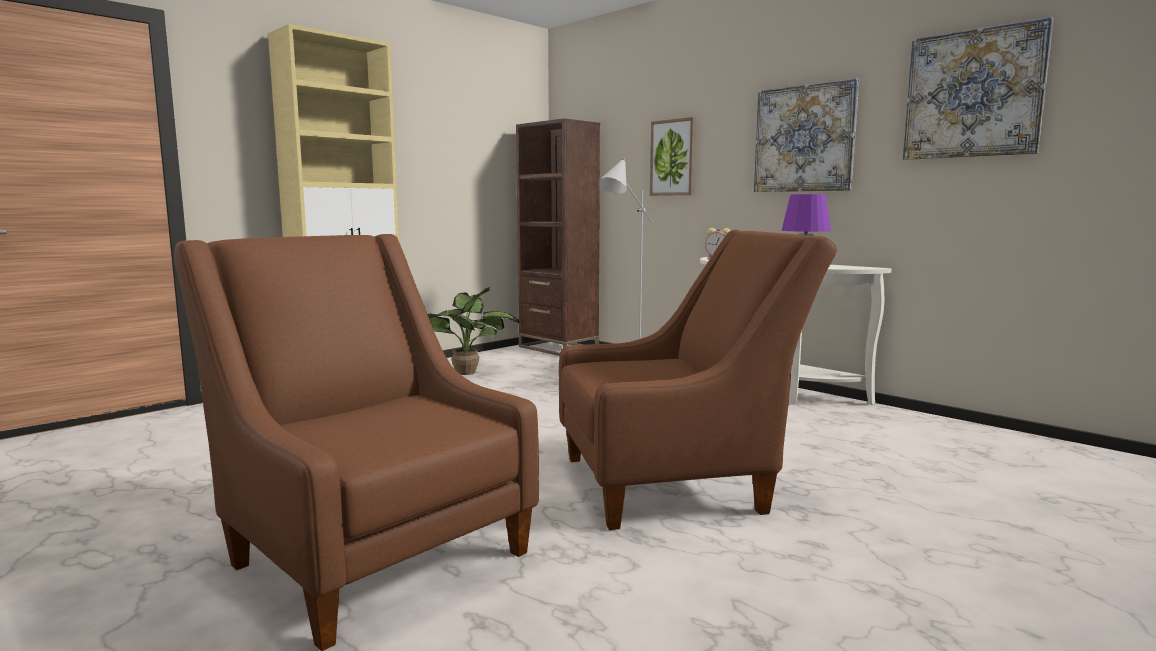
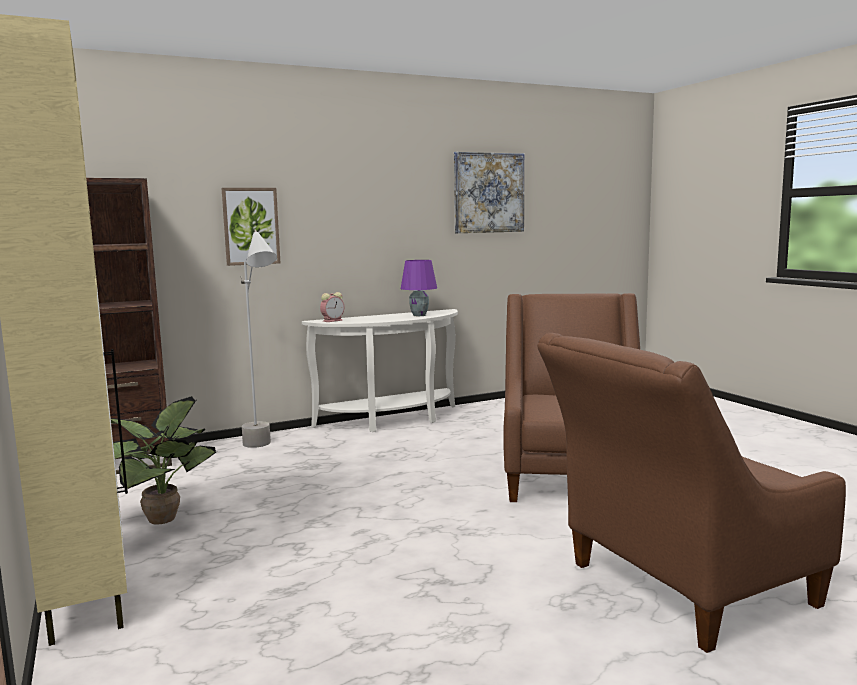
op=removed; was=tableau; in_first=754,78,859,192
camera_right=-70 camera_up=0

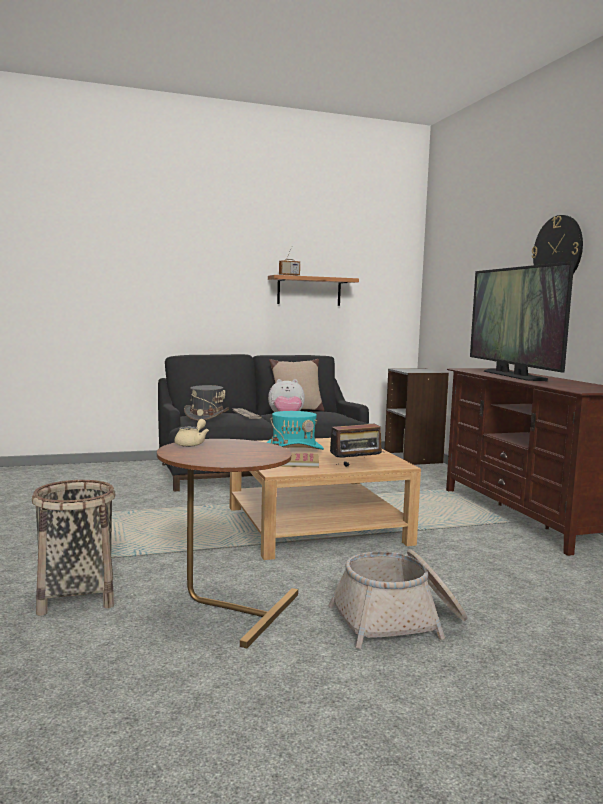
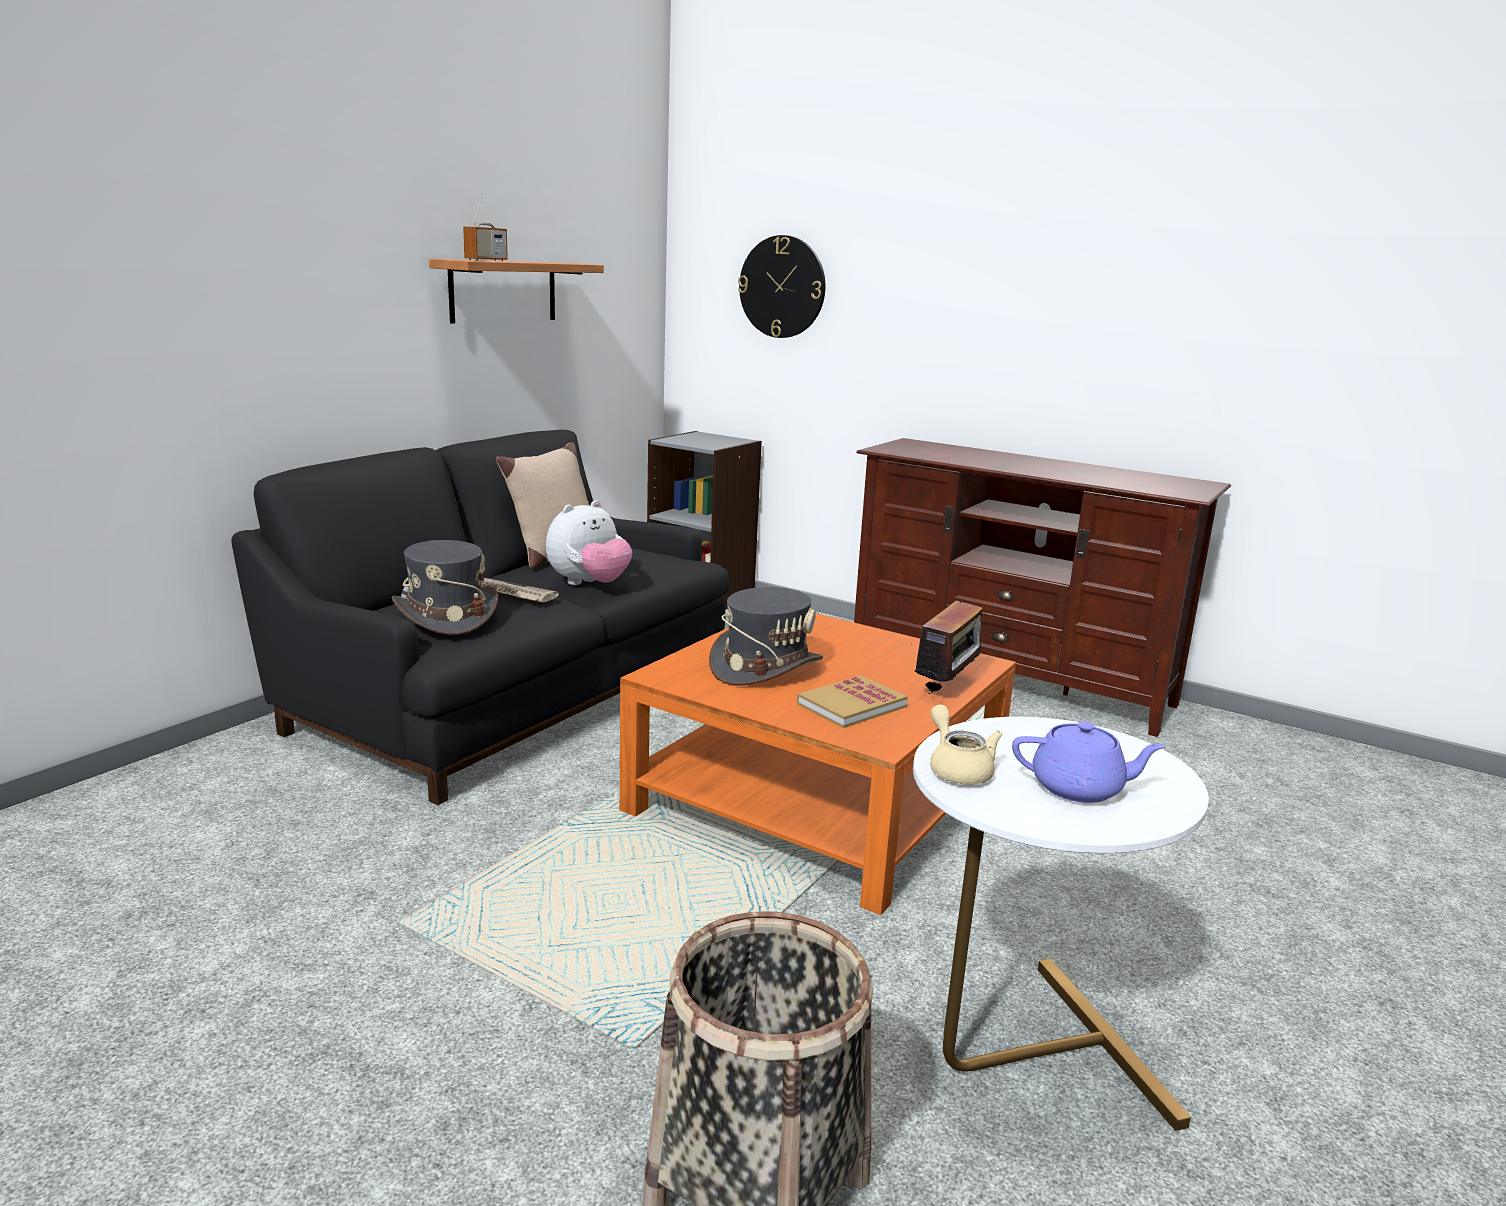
op=recoloured; was=table d'appoint (marron); now=table d'appoint (blanc); in_first=157,439,298,648; in_second=913,717,1209,1131
op=recoloured; was=table basse (beige); now=table basse (orange); in_first=230,438,421,560; in_second=620,613,1016,915
op=recoloured; was=chapeau (turquoise); now=chapeau (gris); in_first=266,411,324,450; in_second=709,587,823,686
op=removed; was=panier; in_first=328,549,467,649
op=removed; was=téléviseur; in_first=470,262,574,381
op=moved; was=horloge murale; in_first=532,215,583,274; in_second=738,235,825,338
op=added; now=théière (violet); in_second=1012,721,1166,803
camera_right=-40 camera_up=10

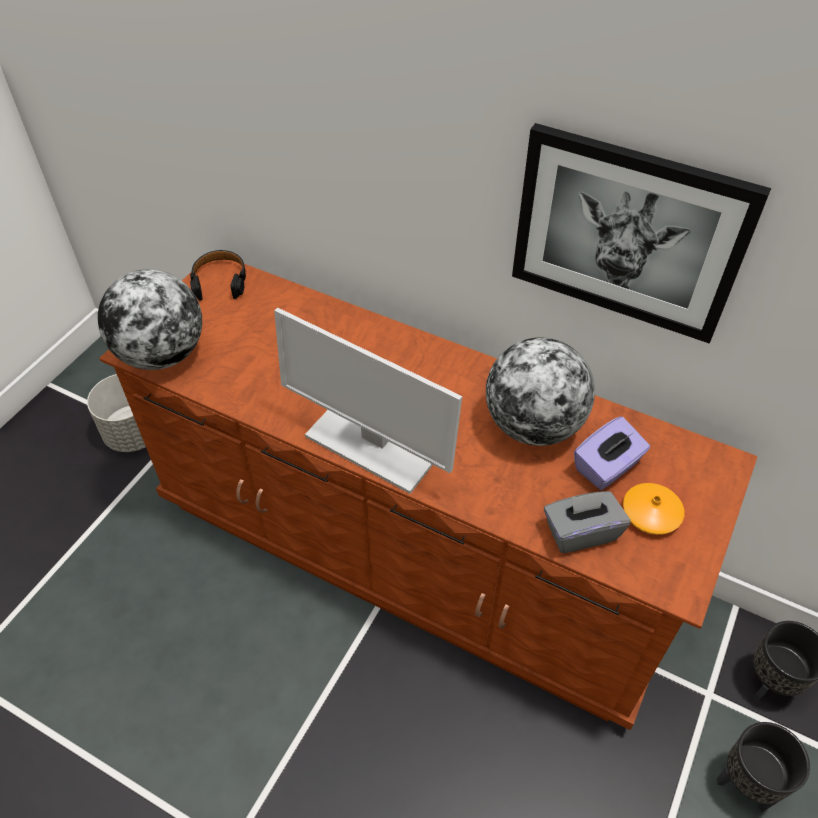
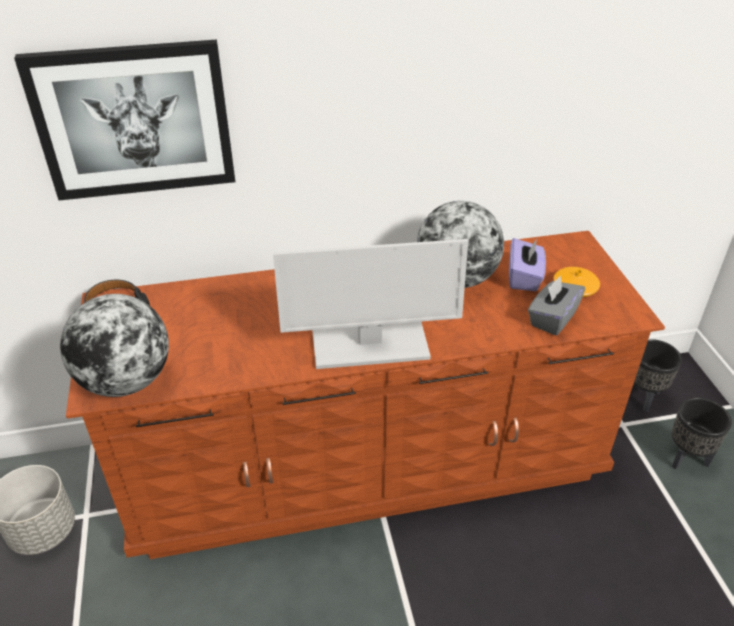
op=moved; was=tableau; in_first=512,123,771,344; in_second=14,40,235,200
camera_right=-40 camera_up=-10

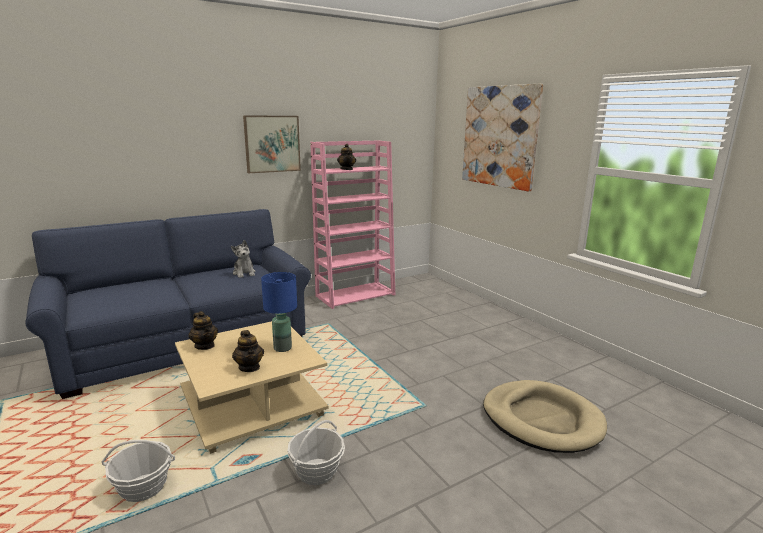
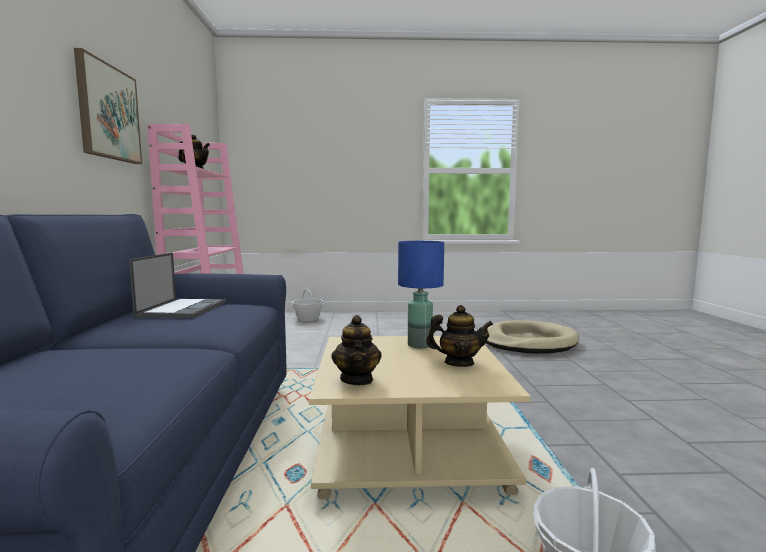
op=turned; was=théière; in_first=189,311,218,350; in_second=331,315,382,385; clockwise=90
op=replaced; was=peluche; now=ordinateur portable; in_first=231,240,256,278; in_second=129,253,226,318
op=moved; was=panier; in_first=288,420,345,485; in_second=292,289,324,321
op=removed; was=tableau; in_first=462,84,543,191
camera_right=-60 camera_up=-10

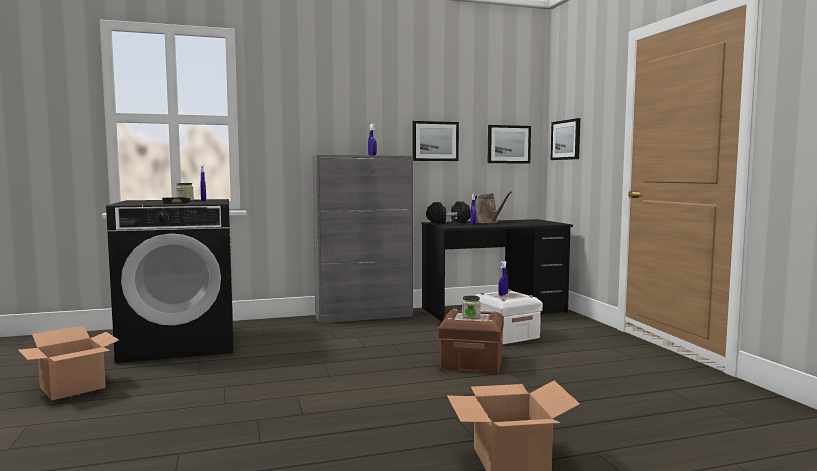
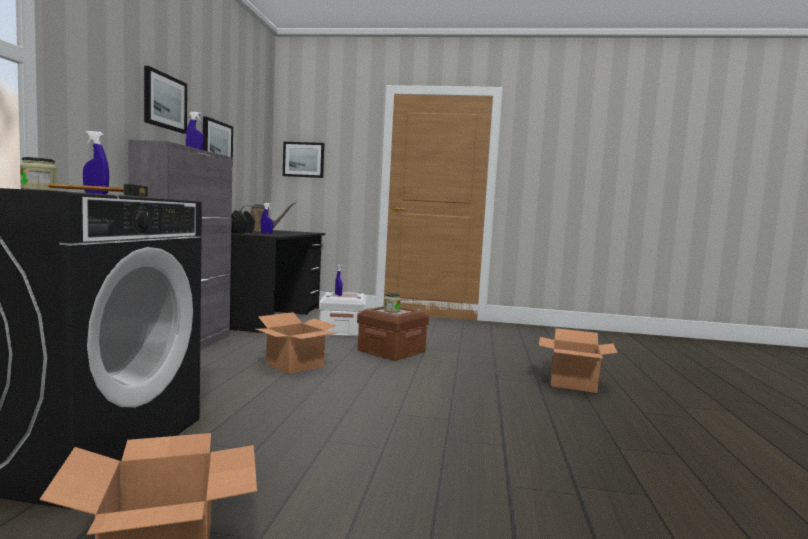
op=moved; was=tableau; in_first=488,125,531,163; in_second=144,66,187,134
op=added; now=carton; in_second=256,312,337,374
camera_right=-65 camera_up=0

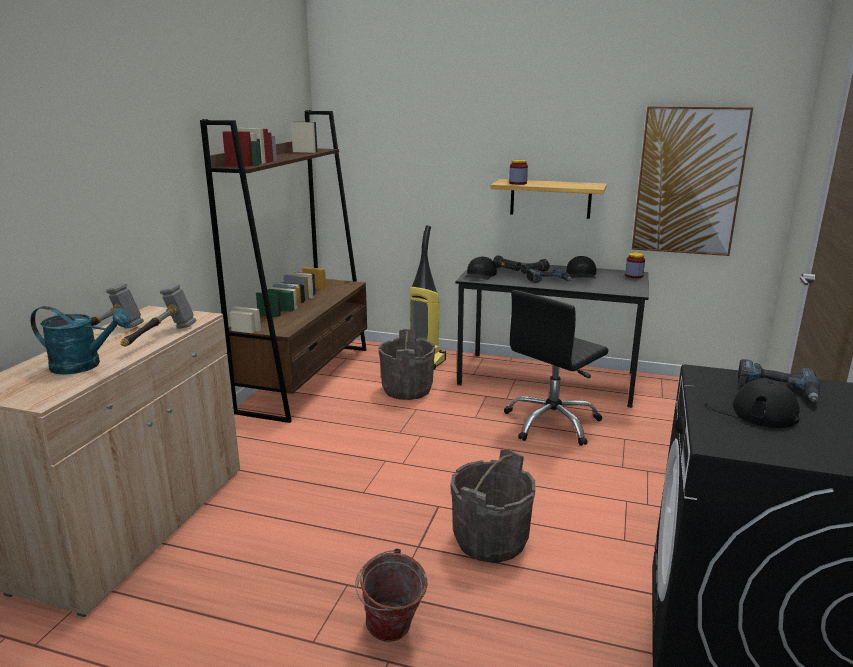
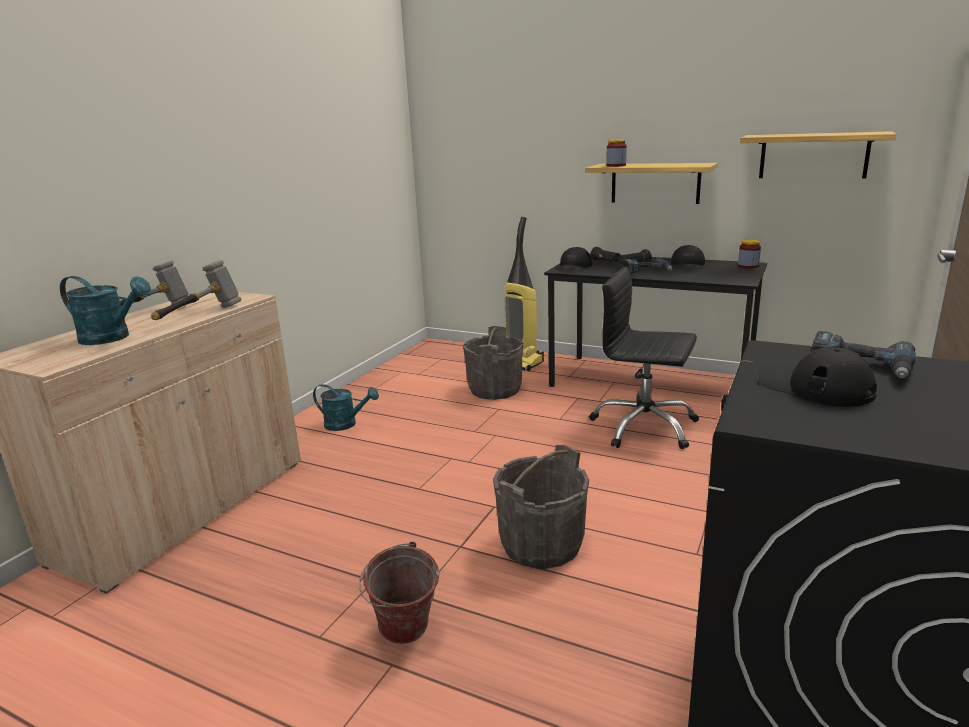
op=removed; was=bibliothèque (marron); in_first=200,110,367,423
op=turned; was=chaise de bureau (noir); in_first=504,290,608,446; in_second=589,267,699,449; clockwise=60
op=replaced; was=tableau; now=étagère; in_first=632,106,753,256; in_second=740,131,897,178
op=added; now=arrosoir (turquoise); in_second=313,384,379,431
camera_right=10 camera_up=0

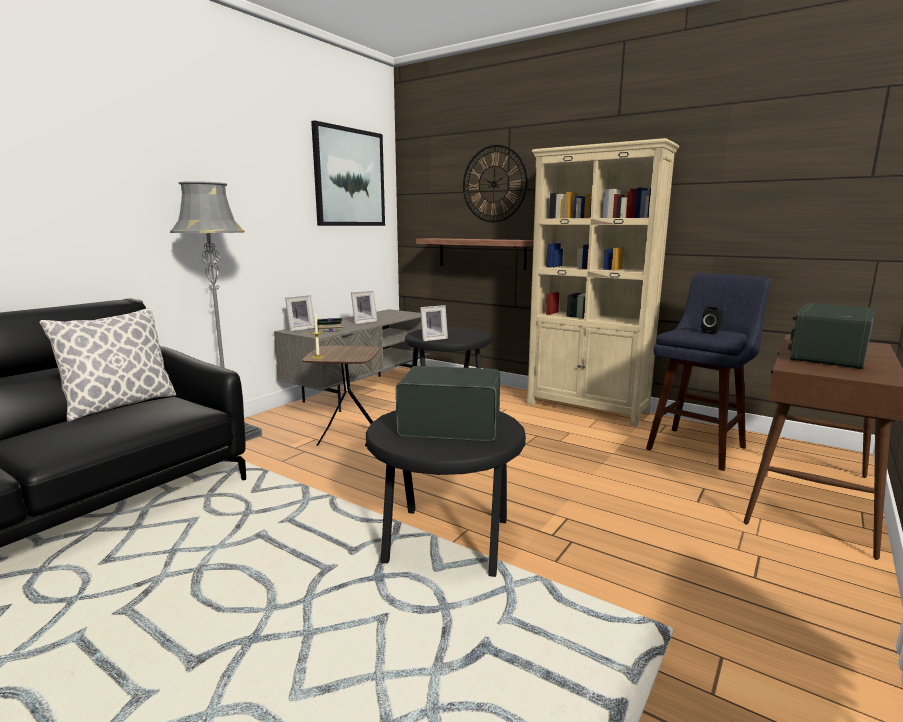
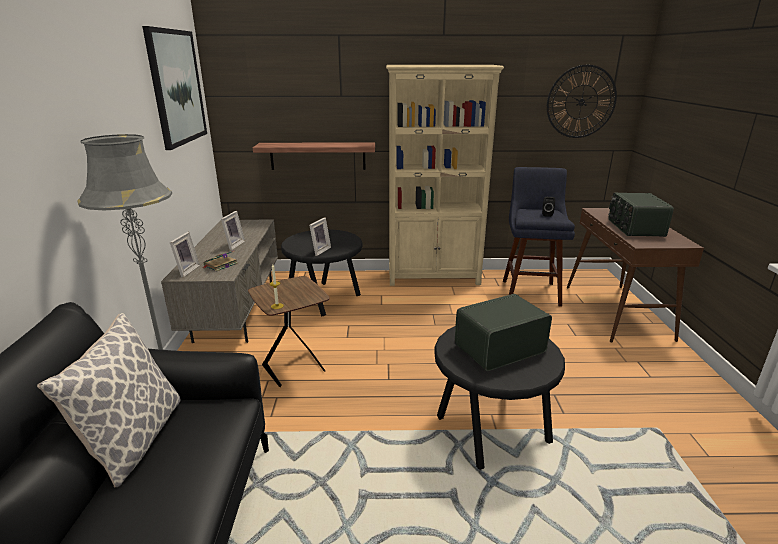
op=moved; was=horloge murale; in_first=463,145,528,222; in_second=547,65,617,138
camera_right=-35 camera_up=10

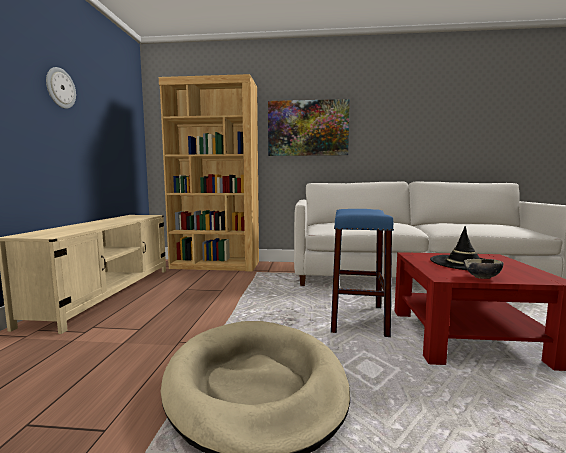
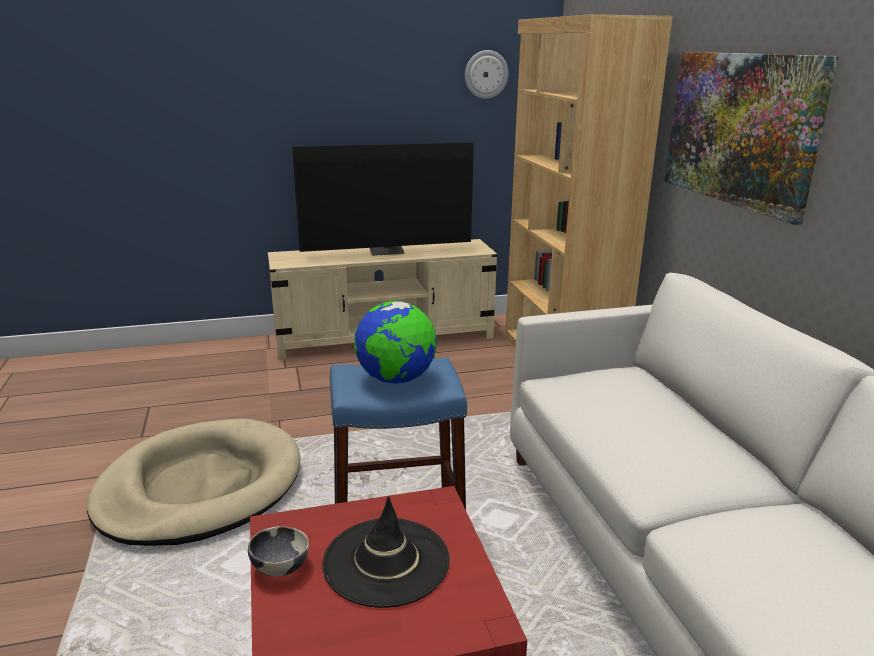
op=moved; was=horloge murale; in_first=46,67,76,109; in_second=465,50,508,99
op=added; now=téléviseur; in_second=292,142,474,256
op=added; now=globe; in_second=354,301,437,384
camera_right=70 camera_up=15

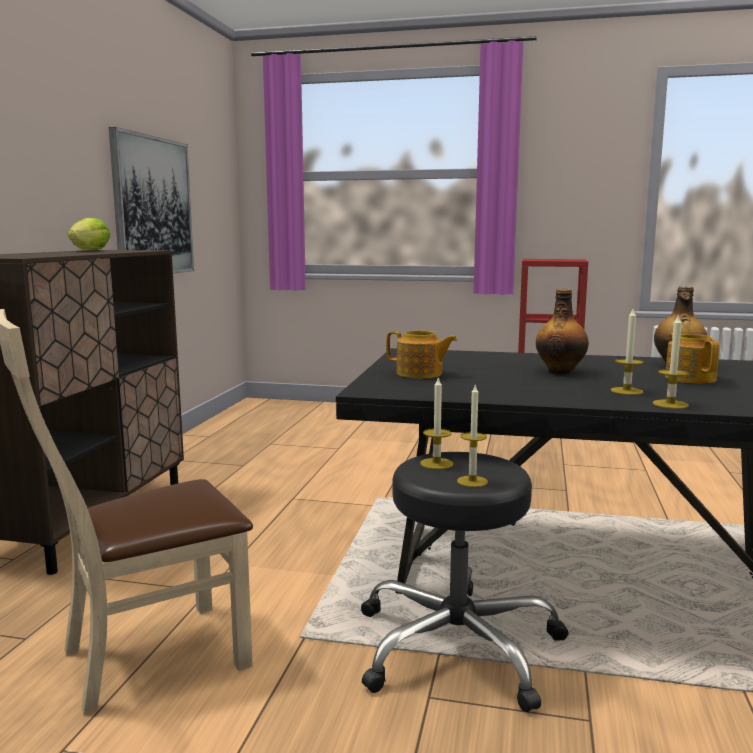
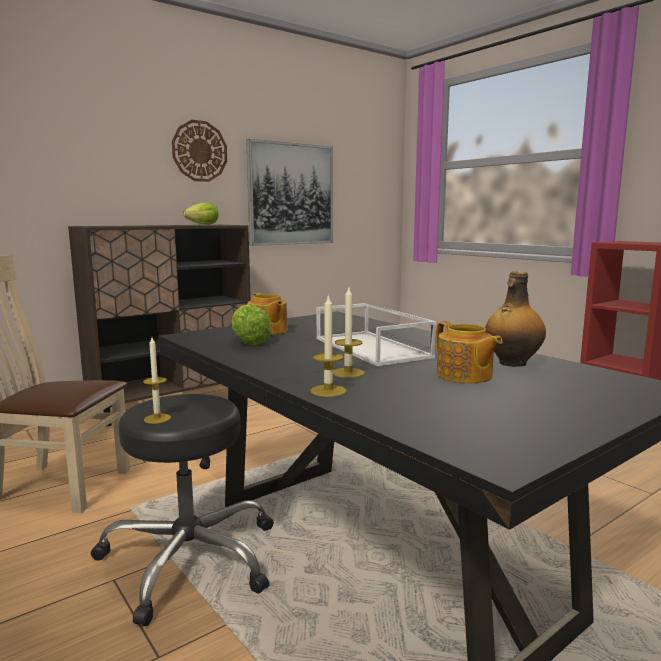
op=removed; was=bougie; in_first=420,376,453,469
op=replaced; was=bouteille; now=plateau (blanc); in_first=536,289,589,374; in_second=316,303,436,367
op=turned; was=théière; in_first=665,332,720,384; in_second=436,321,502,384; clockwise=120
op=added; now=horloge murale; in_second=172,120,227,182
op=added; now=laitue; in_second=232,304,271,345
camera_right=40 camera_up=0

